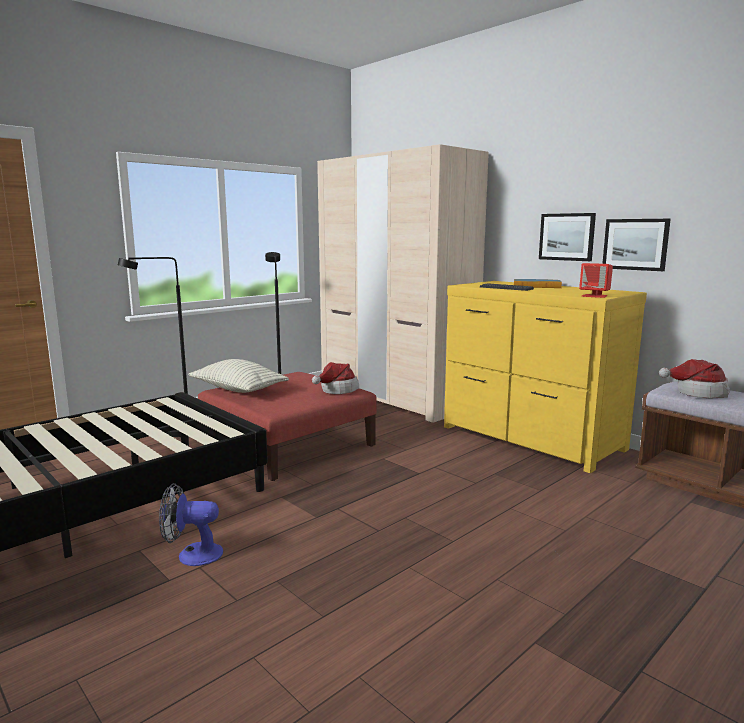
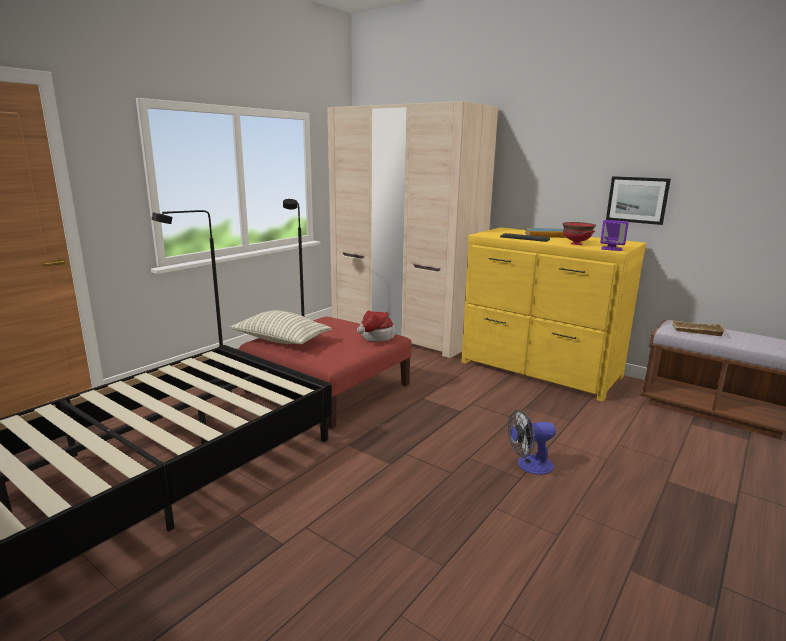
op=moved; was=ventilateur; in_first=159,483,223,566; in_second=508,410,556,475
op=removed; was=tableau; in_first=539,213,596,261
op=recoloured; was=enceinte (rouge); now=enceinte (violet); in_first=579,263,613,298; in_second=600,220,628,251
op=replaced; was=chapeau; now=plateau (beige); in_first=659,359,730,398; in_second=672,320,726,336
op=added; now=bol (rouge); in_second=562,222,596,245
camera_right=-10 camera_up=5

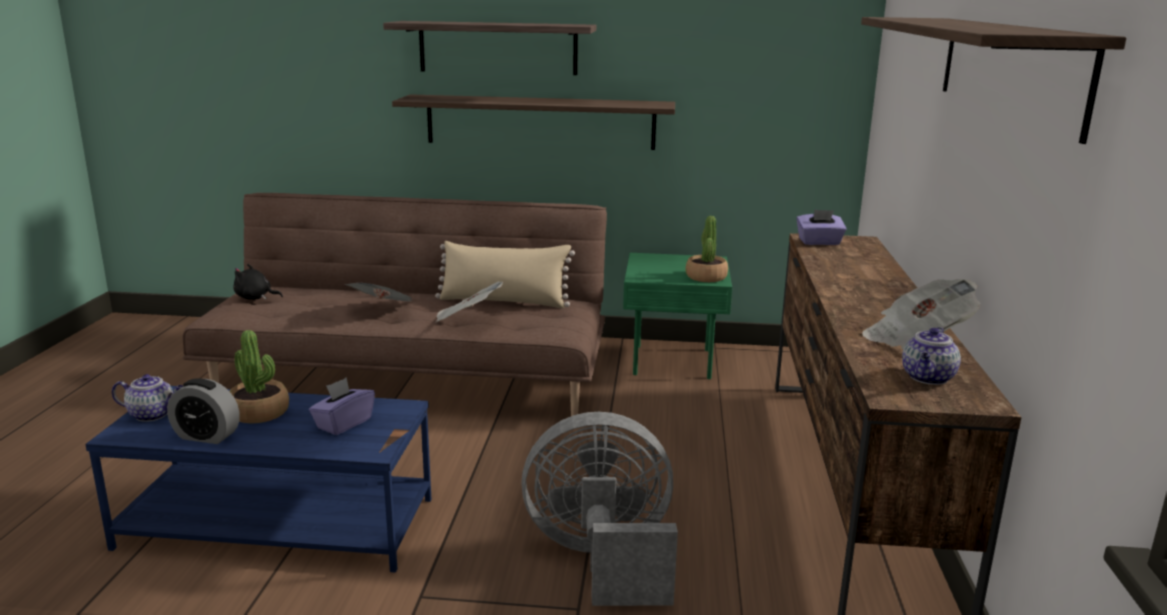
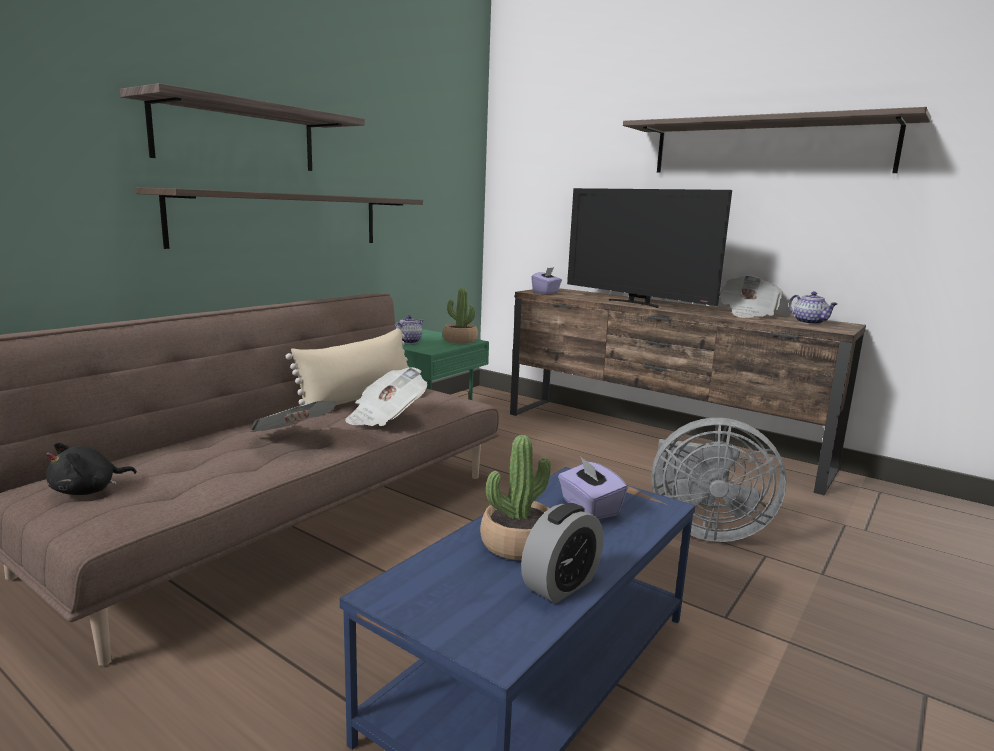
op=moved; was=théière; in_first=112,374,183,422; in_second=395,315,424,344
op=turned; was=ventilateur (gris); in_first=521,412,678,606; in_second=651,418,786,542; clockwise=-105
op=added; now=téléviseur; in_second=567,188,732,308
camera_right=-60 camera_up=-5

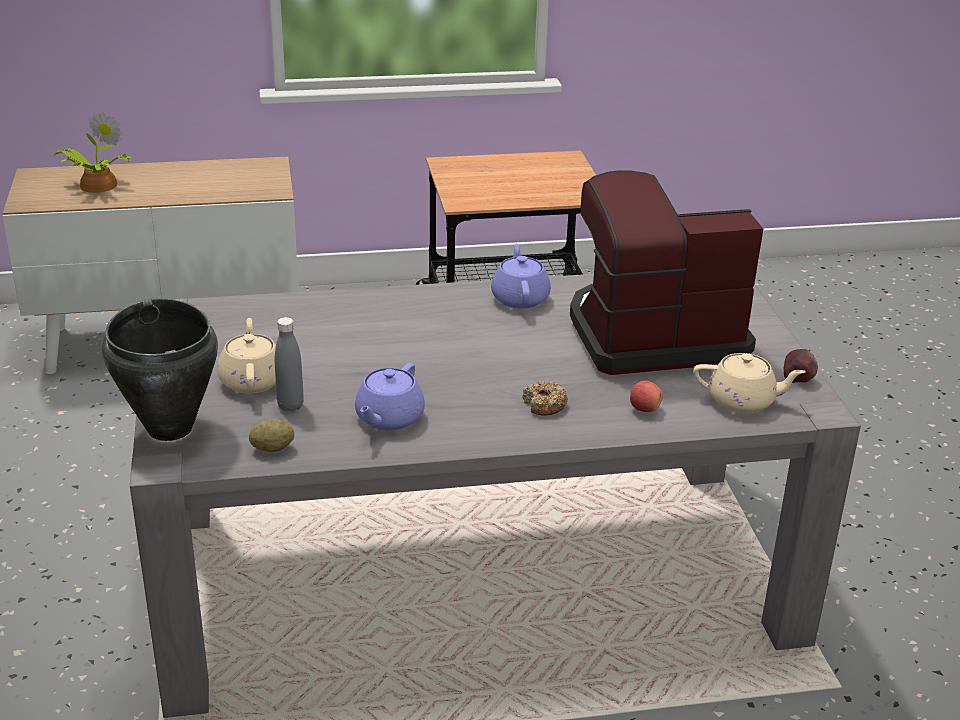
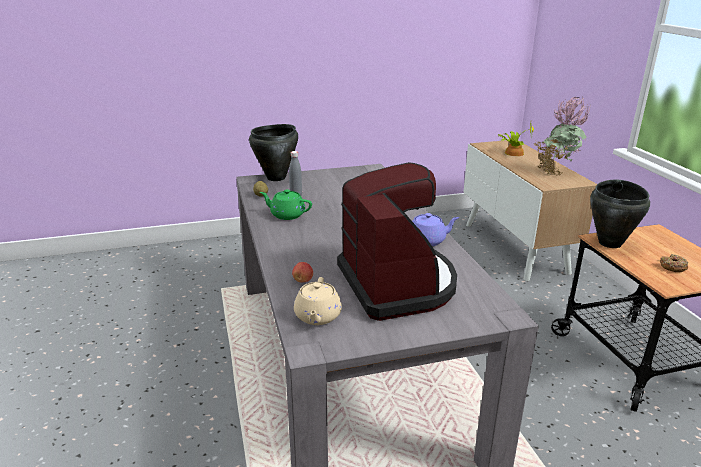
op=removed; was=théière (beige); in_first=217,318,276,394
op=recoloured; was=théière (violet); now=théière (vert); in_first=355,363,425,431; in_second=260,189,312,220
op=moved; was=beignet; in_first=522,381,568,416; in_second=660,254,688,272
op=removed; was=pomme; in_first=784,349,818,383
op=added; now=plante en pot; in_second=534,97,590,176
op=added; now=marmite (noir); in_second=590,179,650,248
camera_right=85 camera_up=-5

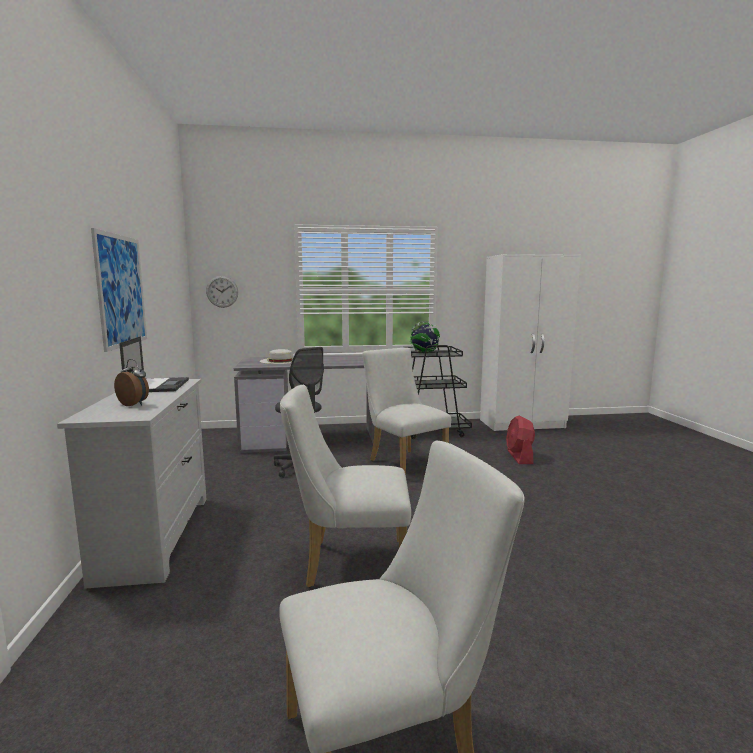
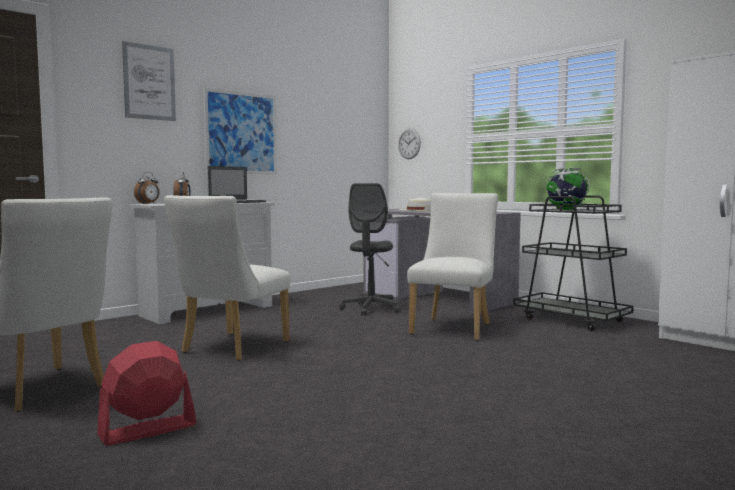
op=turned; was=chaise (blanc); in_first=280,385,411,588; in_second=164,195,291,361; clockwise=-120
op=moved; was=ventilateur (rouge); in_first=506,416,535,464; in_second=97,341,197,446
op=added; now=tableau; in_second=122,41,176,121
op=added; now=réveil; in_second=134,172,159,204
camera_right=55 camera_up=-5

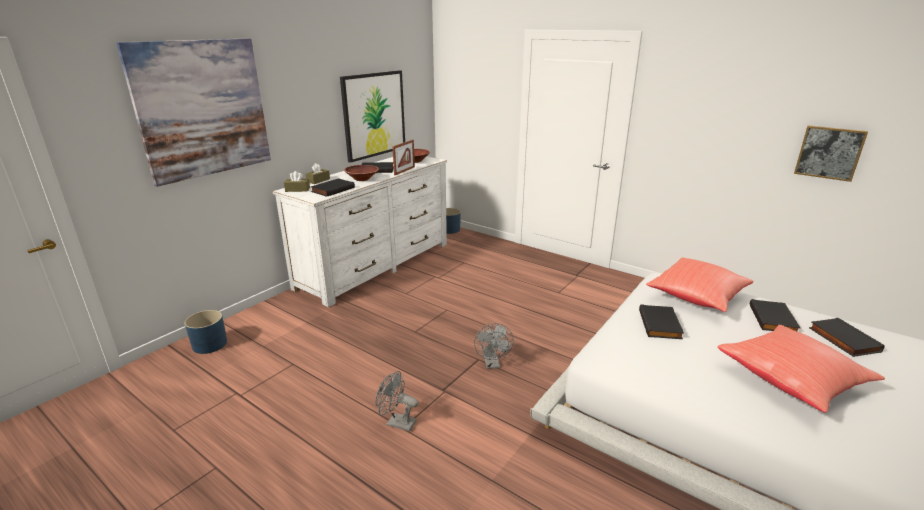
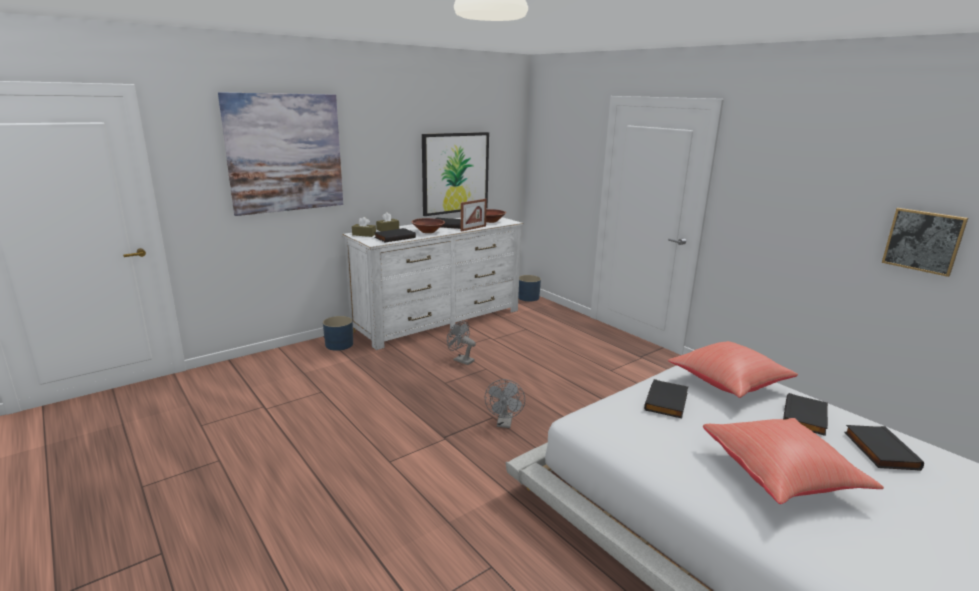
op=moved; was=cache-pot (bleu); in_first=184,310,227,354; in_second=323,316,353,351
op=moved; was=ventilateur (gris); in_first=375,371,418,431; in_second=447,321,476,365
camera_right=15 camera_up=-5

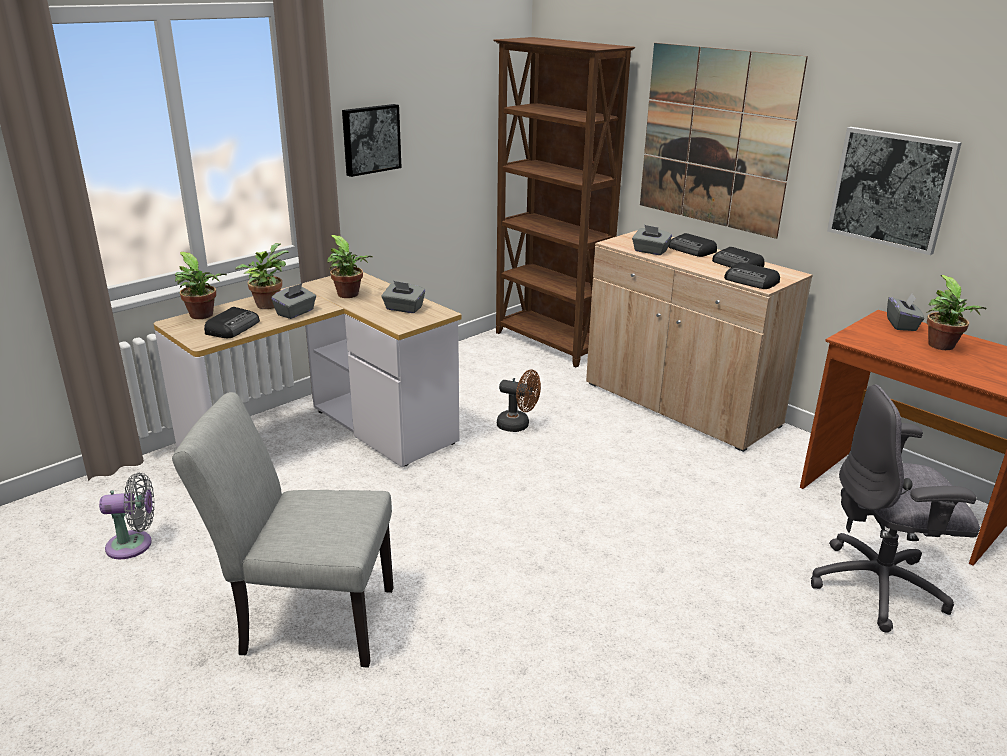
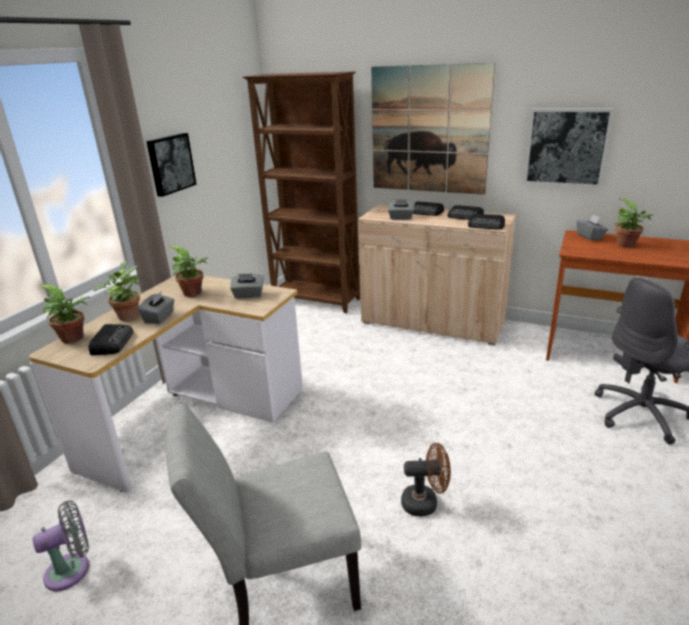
op=moved; was=ventilateur (marron); in_first=497,369,541,432; in_second=401,443,451,517
camera_right=-20 camera_up=0

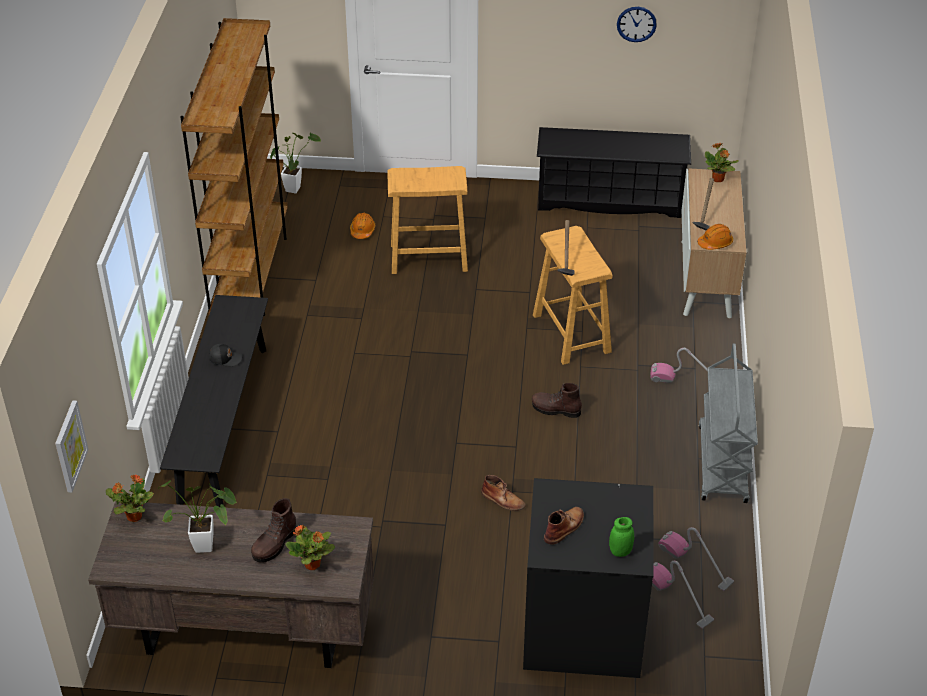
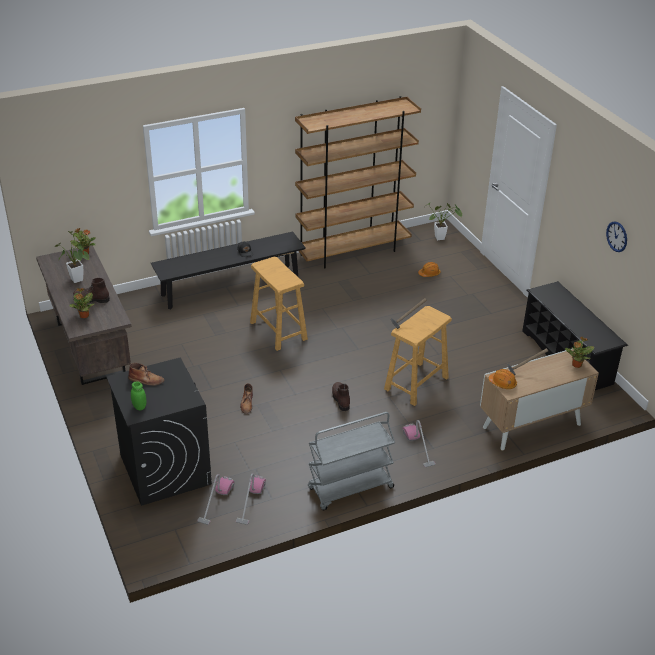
op=removed; was=tableau; in_first=55,400,88,493
op=moved; was=tabouret (beige); in_first=387,166,468,274; in_second=250,257,308,351
camera_right=60 camera_up=-5

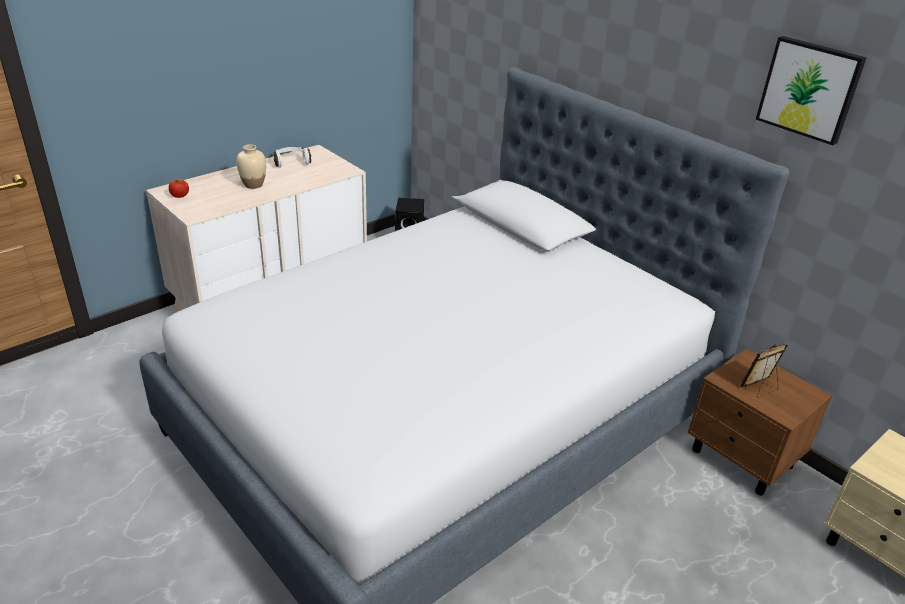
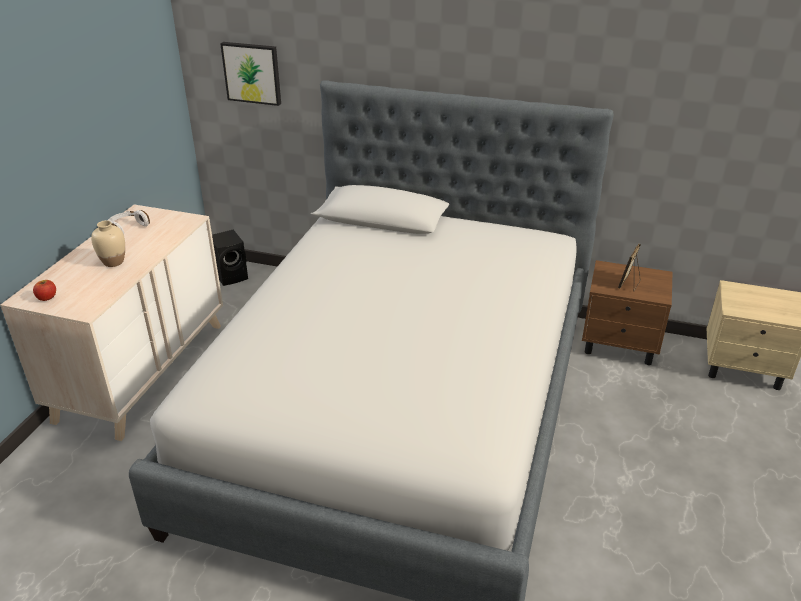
op=moved; was=tableau; in_first=756,36,867,145; in_second=220,42,281,106
camera_right=-30 camera_up=0

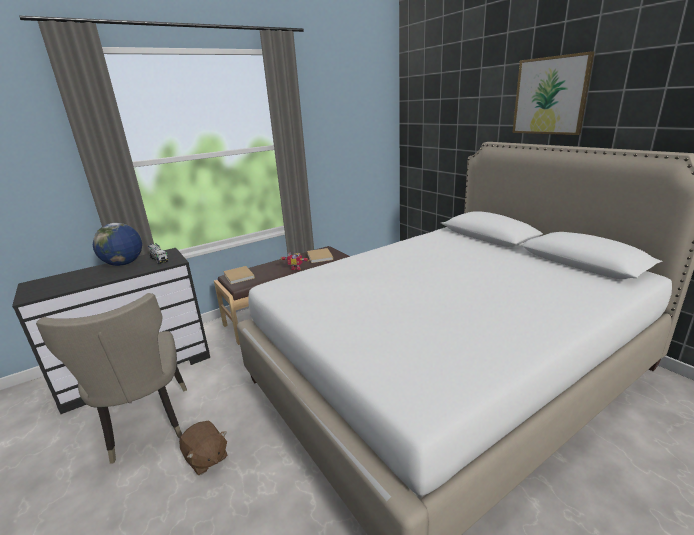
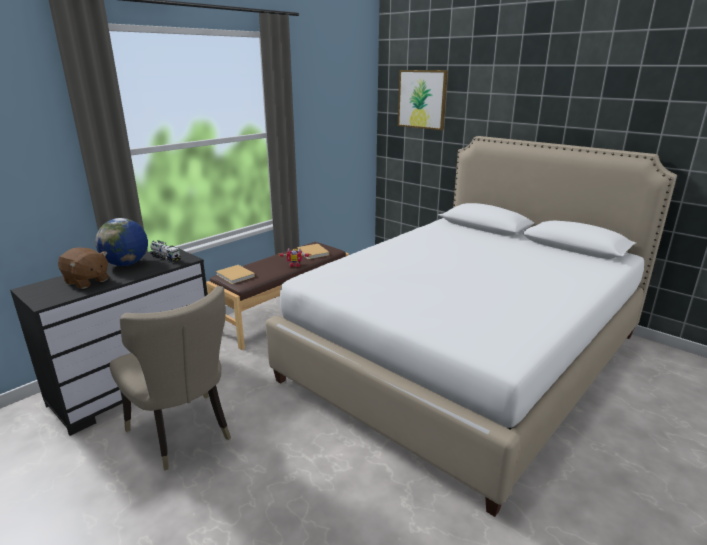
op=moved; was=peluche (marron); in_first=179,420,228,475; in_second=58,247,109,289
op=moved; was=tableau; in_first=512,51,595,135; in_second=398,70,448,130
camera_right=-15 camera_up=0

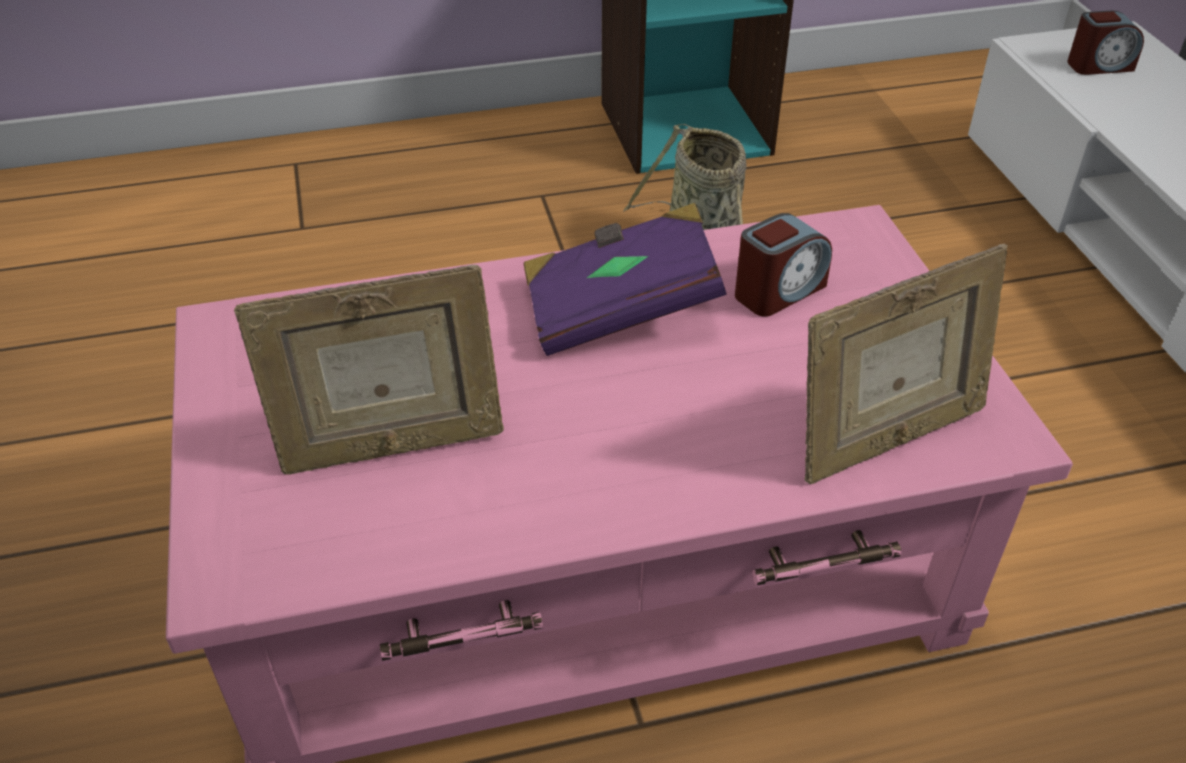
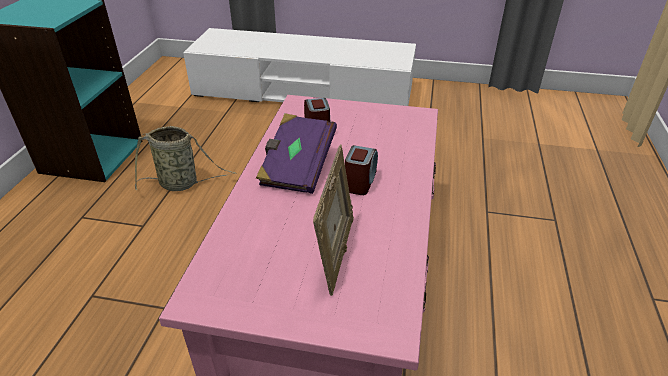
op=removed; was=cadre photo; in_first=804,244,1008,484
op=moved; was=réveil; in_first=1067,11,1144,75; in_second=345,145,378,195
camera_right=-65 camera_up=-5

